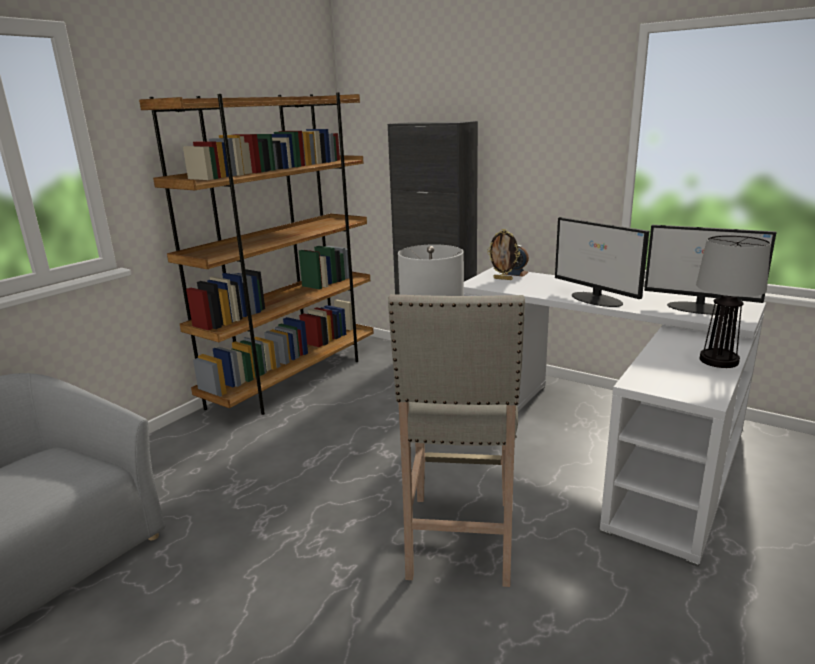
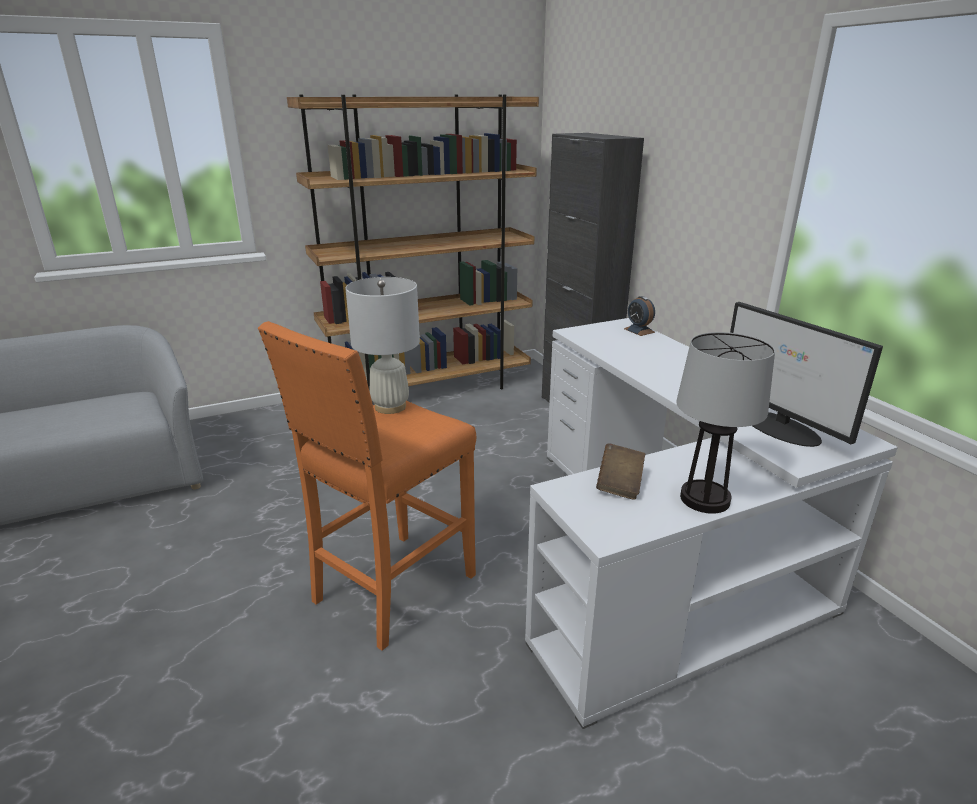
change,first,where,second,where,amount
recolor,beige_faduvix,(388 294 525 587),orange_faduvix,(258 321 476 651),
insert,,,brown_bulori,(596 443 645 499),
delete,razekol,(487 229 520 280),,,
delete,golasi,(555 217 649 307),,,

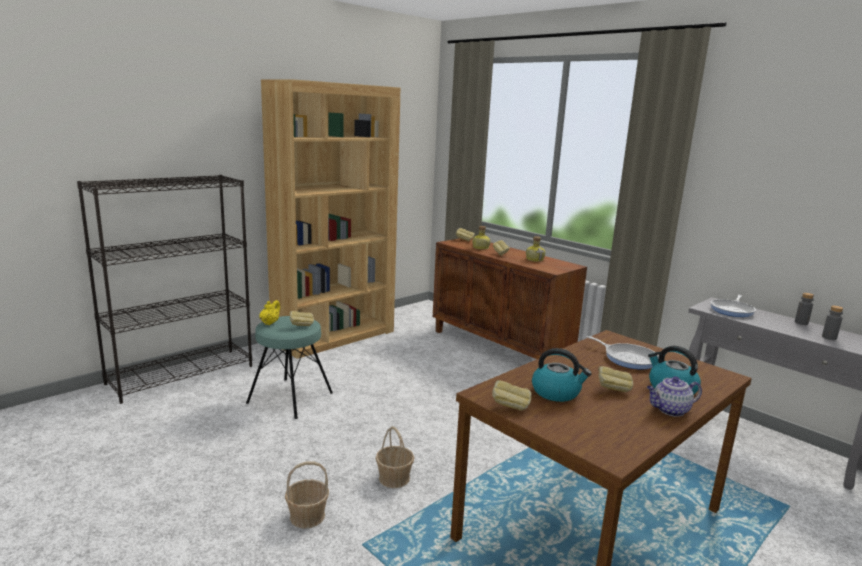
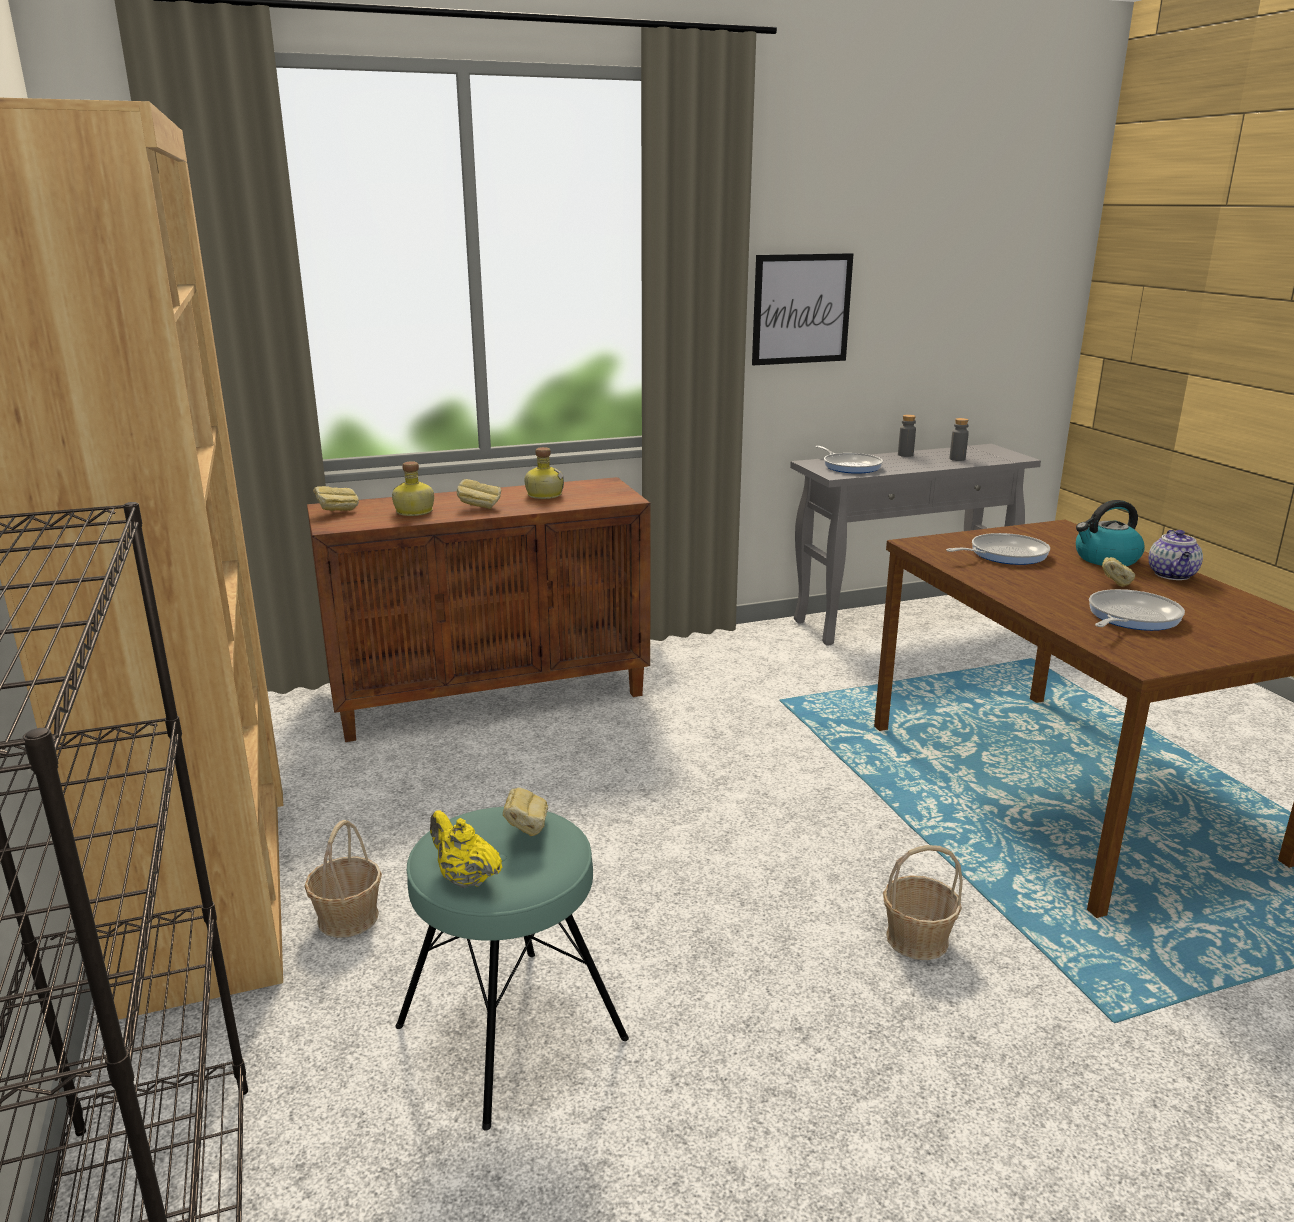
change,first,where,second,where,amount
move,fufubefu,(285 461 329 529),,(304 820 382 938),
insert,,,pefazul,(752 253 854 365),
replace,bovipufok,(532 348 592 402),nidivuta,(1089 589 1185 631),
delete,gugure,(492 380 531 411),,,

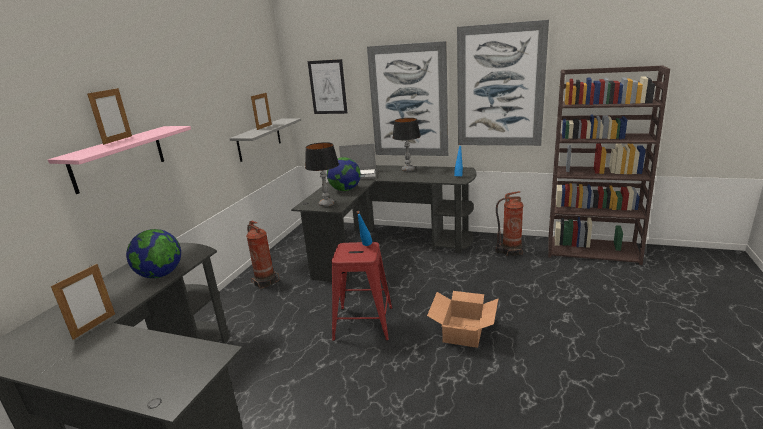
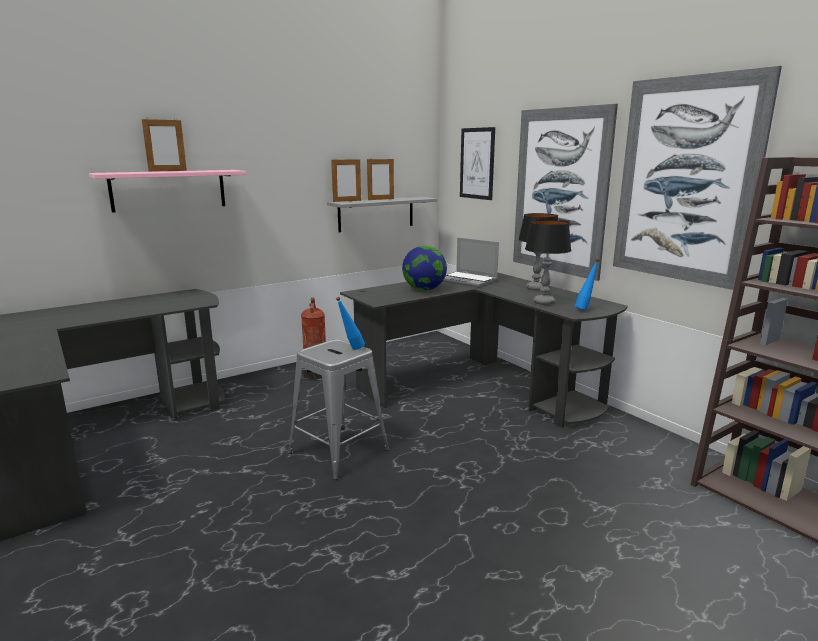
change,first,where,second,where,amount
recolor,red_faduvix,(332 242 392 341),grey_faduvix,(288 339 389 480),
move,razekol,(51 264 115 340),,(331 159 361 202),
move,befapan,(305 142 339 207),,(525 220 571 305),
delete,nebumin,(126 229 181 278),,,
delete,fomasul,(427 291 499 348),,,
delete,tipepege,(495 191 523 256),,,

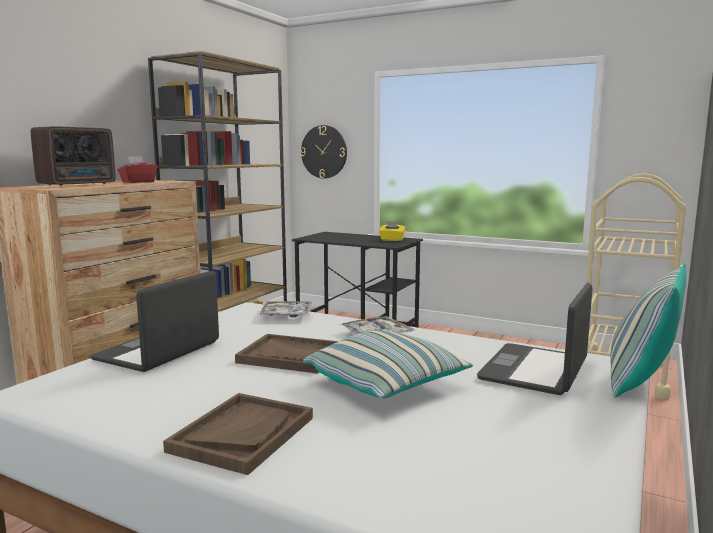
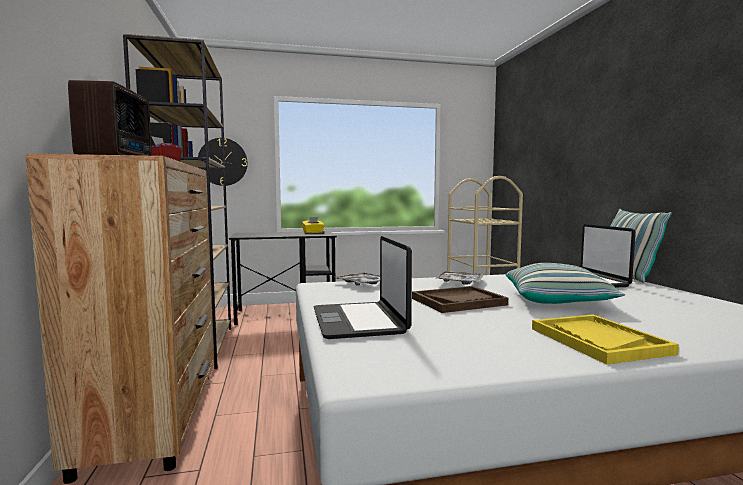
change,first,where,second,where,amount
recolor,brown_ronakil,(163 393 313 475),yellow_ronakil,(532 314 679 365),

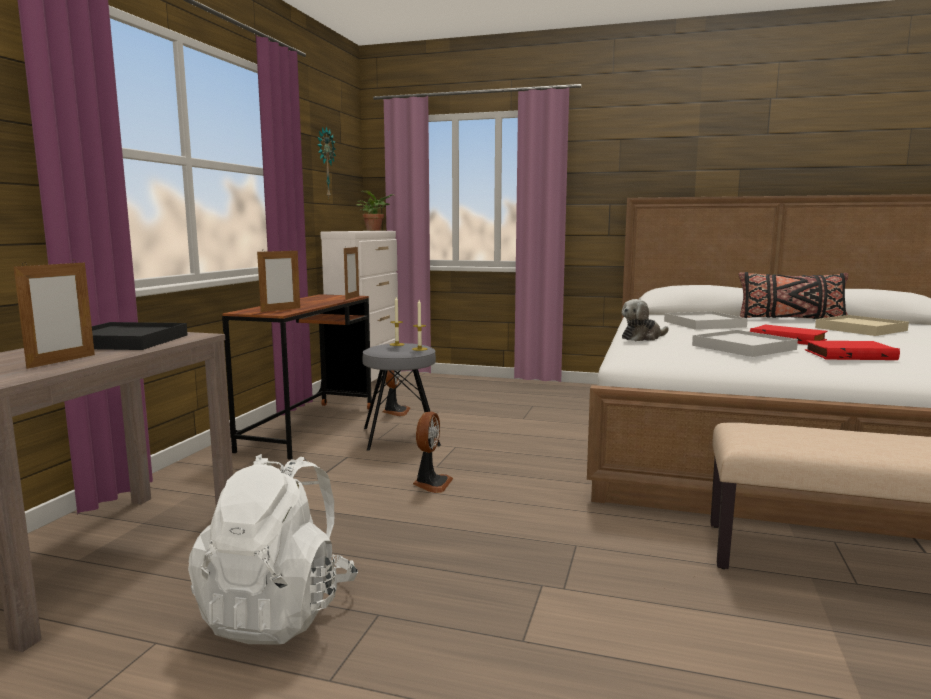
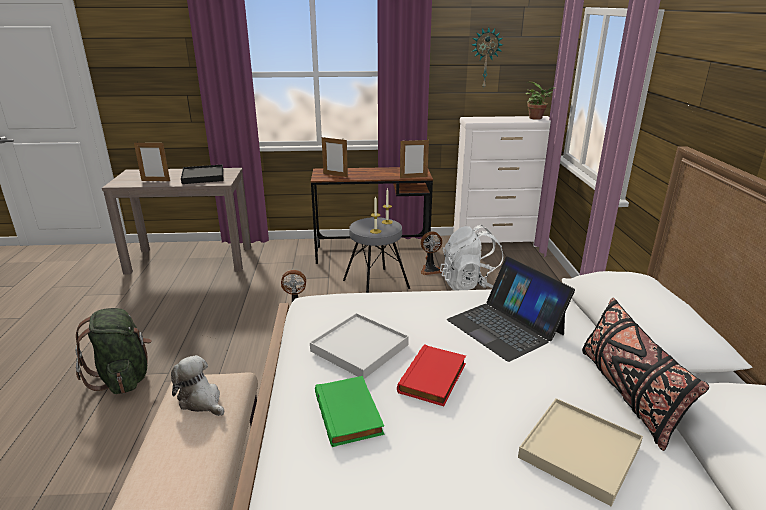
change,first,where,second,where,amount
insert,,,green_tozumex,(75 308 152 394),
move,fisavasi,(622 299 669 341),,(171 355 224 416),
recolor,red_bulori,(805 340 900 360),green_bulori,(315 376 384 447),
move,white_tozumex,(188 454 358 645),,(440 225 503 290),
replace,white_ronakil,(664 311 748 330),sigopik,(447 256 575 362),

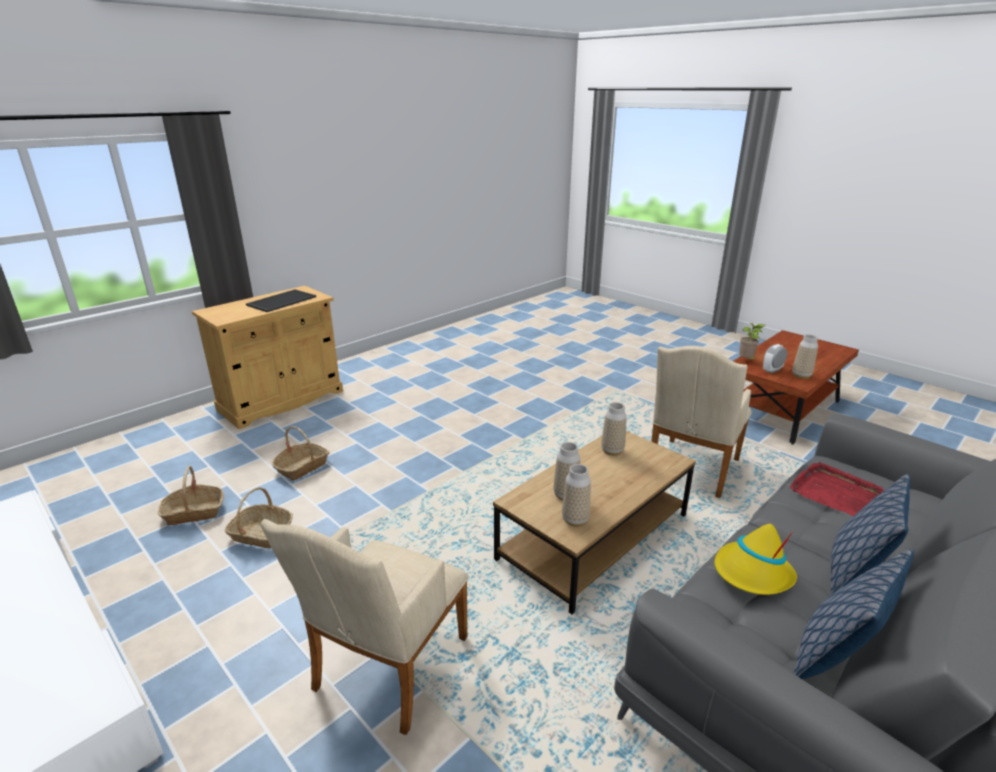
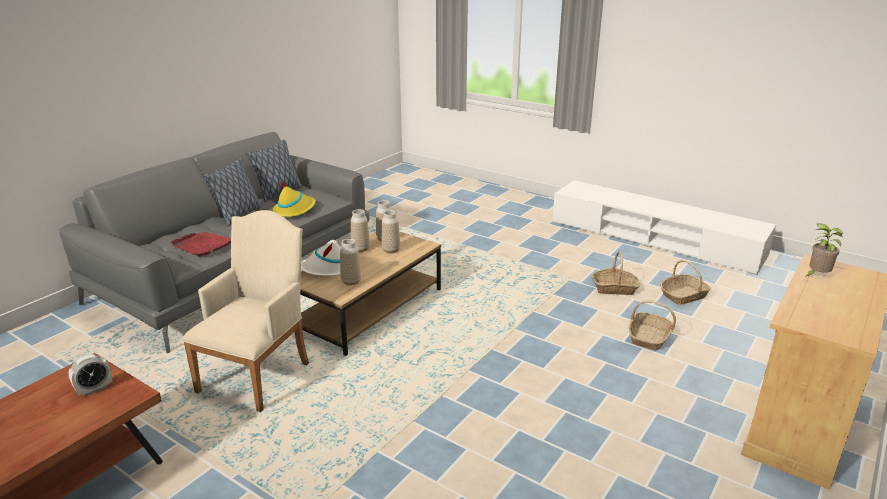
change,first,where,second,where,amount
insert,,,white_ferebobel,(301 240 341 276),
move,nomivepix,(792 334 818 379),,(351 209 370 252),
move,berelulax,(739 323 765 359),,(805 223 843 277),
delete,ronakil,(246 289 316 312),,,
delete,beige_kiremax,(260 519 469 735),,,

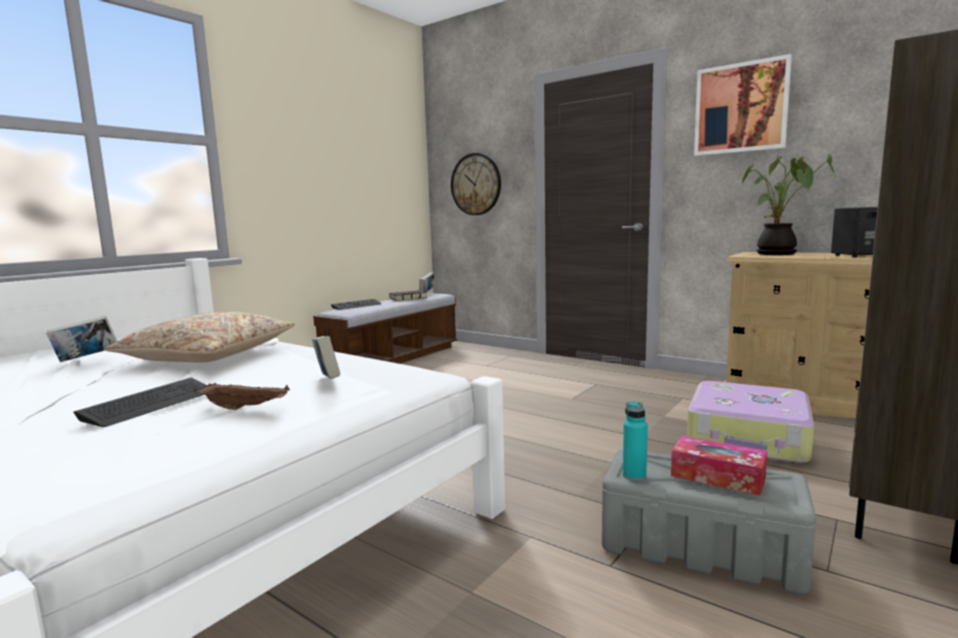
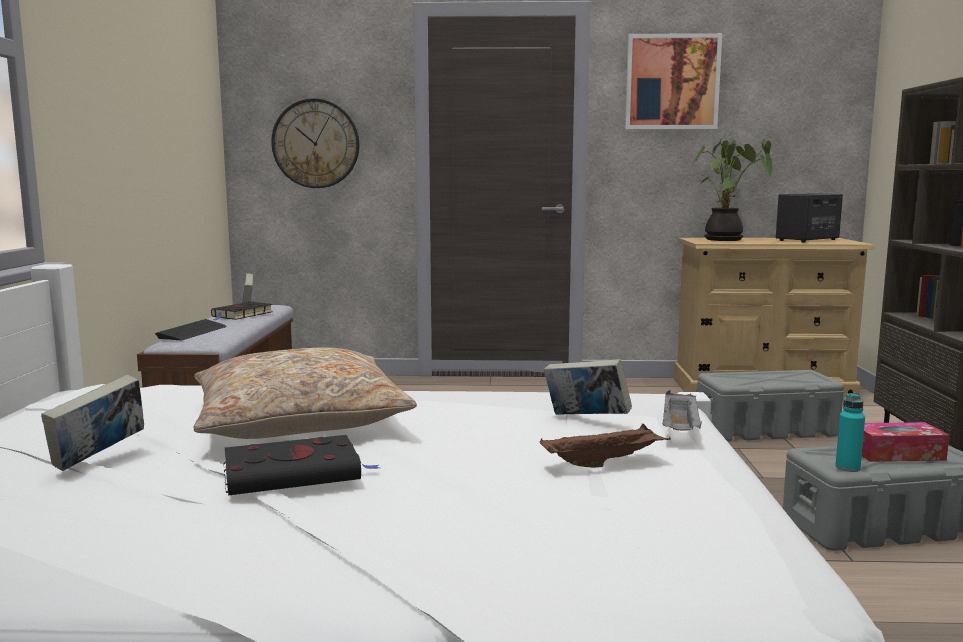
change,first,where,second,where,amount
insert,,,black_bulori,(223 435 379 495),
insert,,,grey_ronakil,(663 391 702 431),
replace,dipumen,(687 381 814 464),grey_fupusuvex,(697 370 844 441),
delete,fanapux,(73 378 207 427),,,

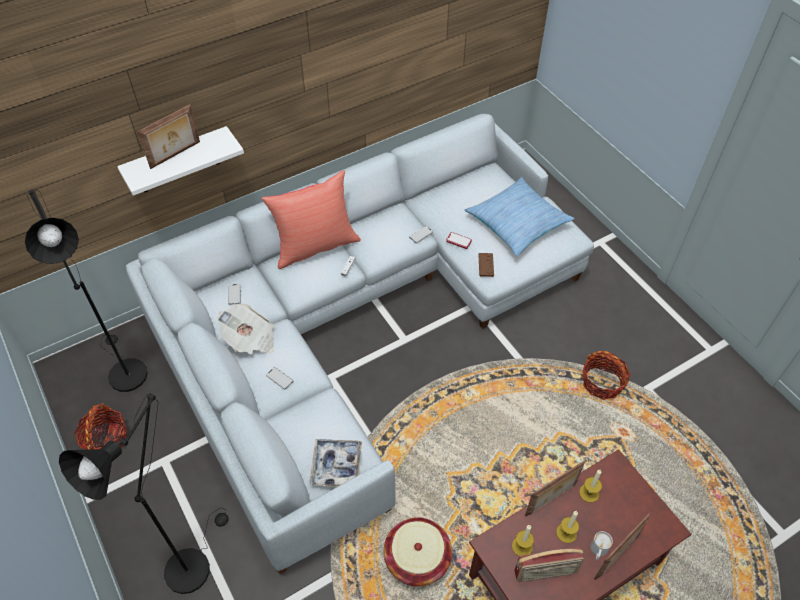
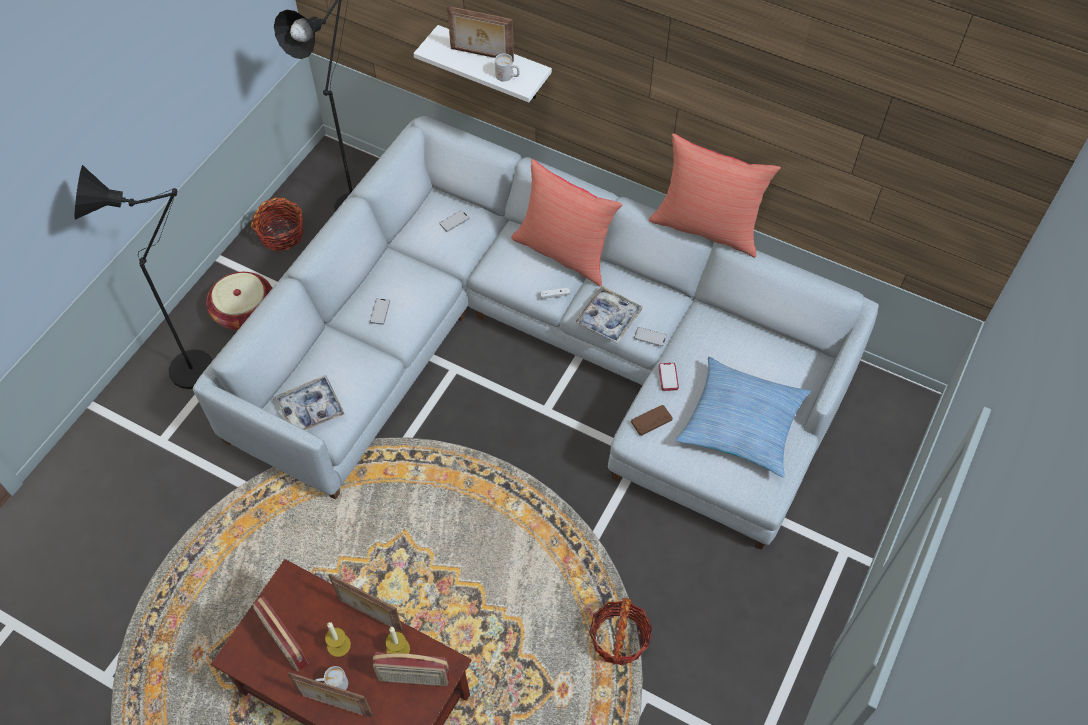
change,first,where,second,where,amount
move,fufubefu,(384 517 452 587),,(206 272 272 330),
insert,,,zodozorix,(373 652 450 686),
insert,,,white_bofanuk,(495 53 520 81),
insert,,,ronakil,(575 286 643 344),
insert,,,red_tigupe,(649 134 781 258),
delete,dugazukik,(217 304 274 355),,,
delete,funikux,(512 525 534 556),,,

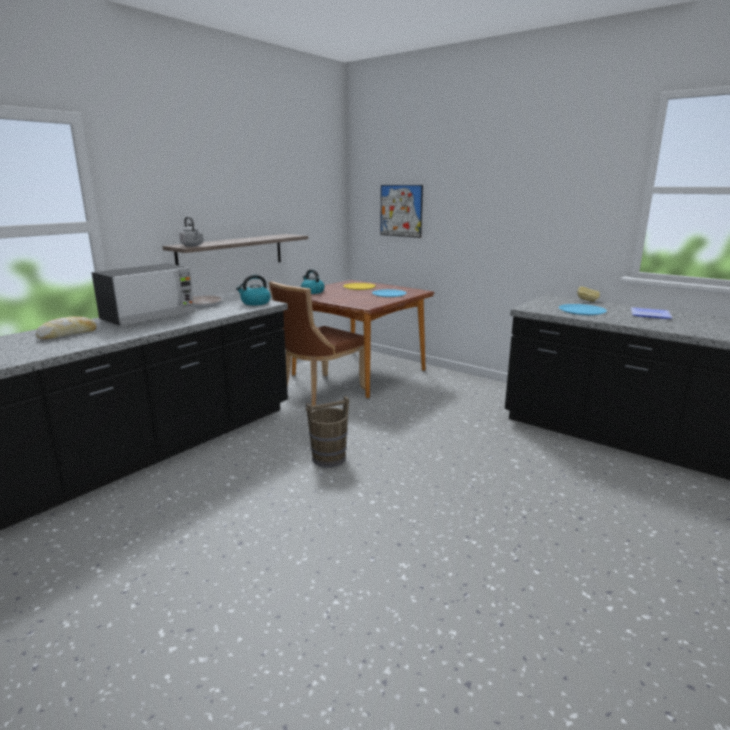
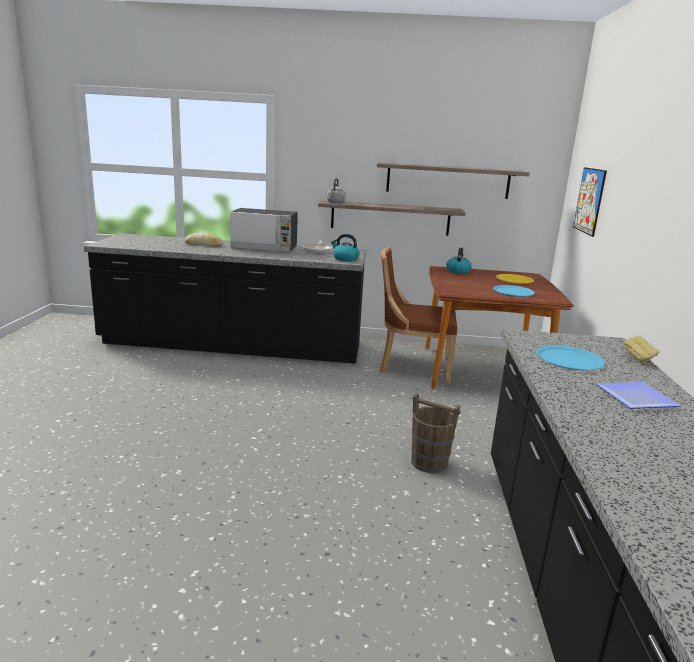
change,first,where,second,where,amount
insert,,,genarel,(377 162 530 199),
move,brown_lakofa,(306 396 349 467),,(411 394 460 473),

